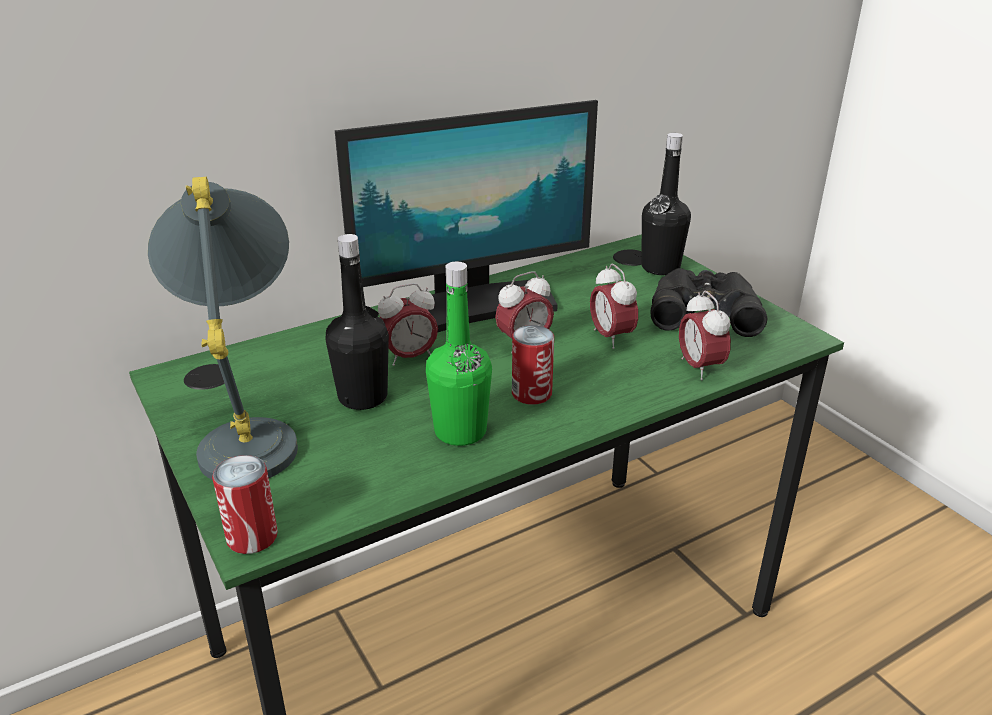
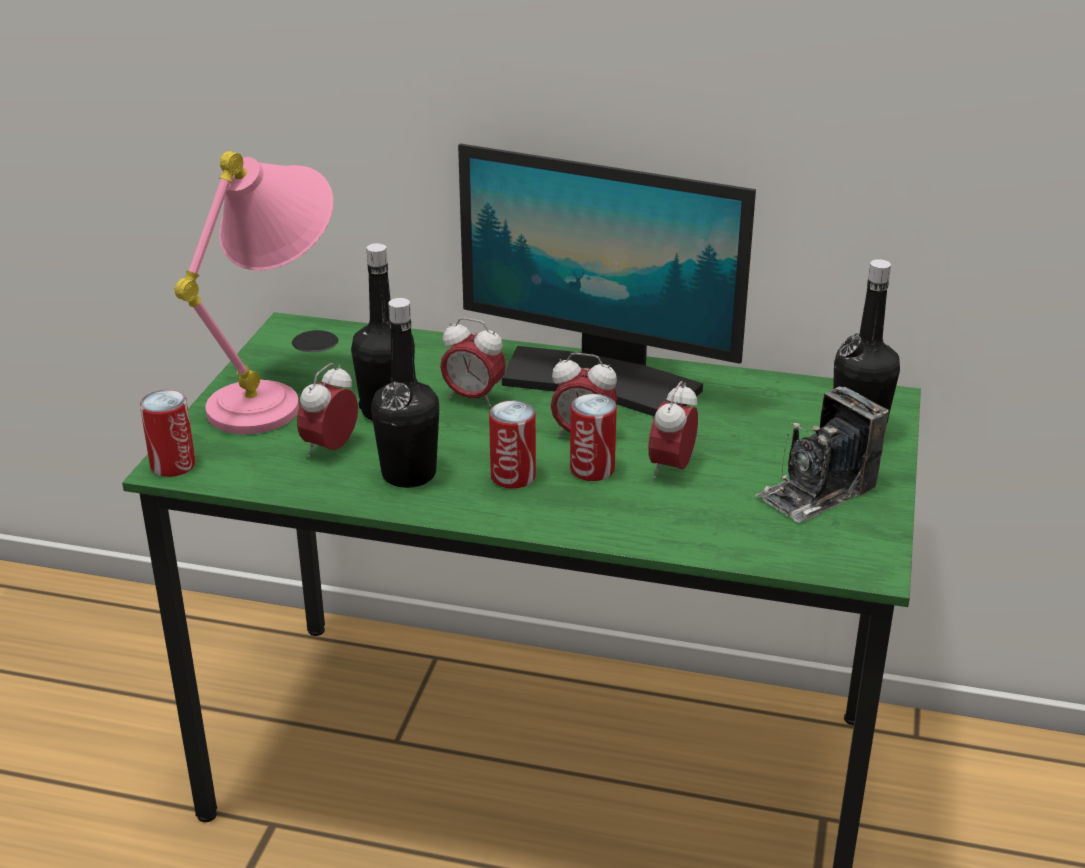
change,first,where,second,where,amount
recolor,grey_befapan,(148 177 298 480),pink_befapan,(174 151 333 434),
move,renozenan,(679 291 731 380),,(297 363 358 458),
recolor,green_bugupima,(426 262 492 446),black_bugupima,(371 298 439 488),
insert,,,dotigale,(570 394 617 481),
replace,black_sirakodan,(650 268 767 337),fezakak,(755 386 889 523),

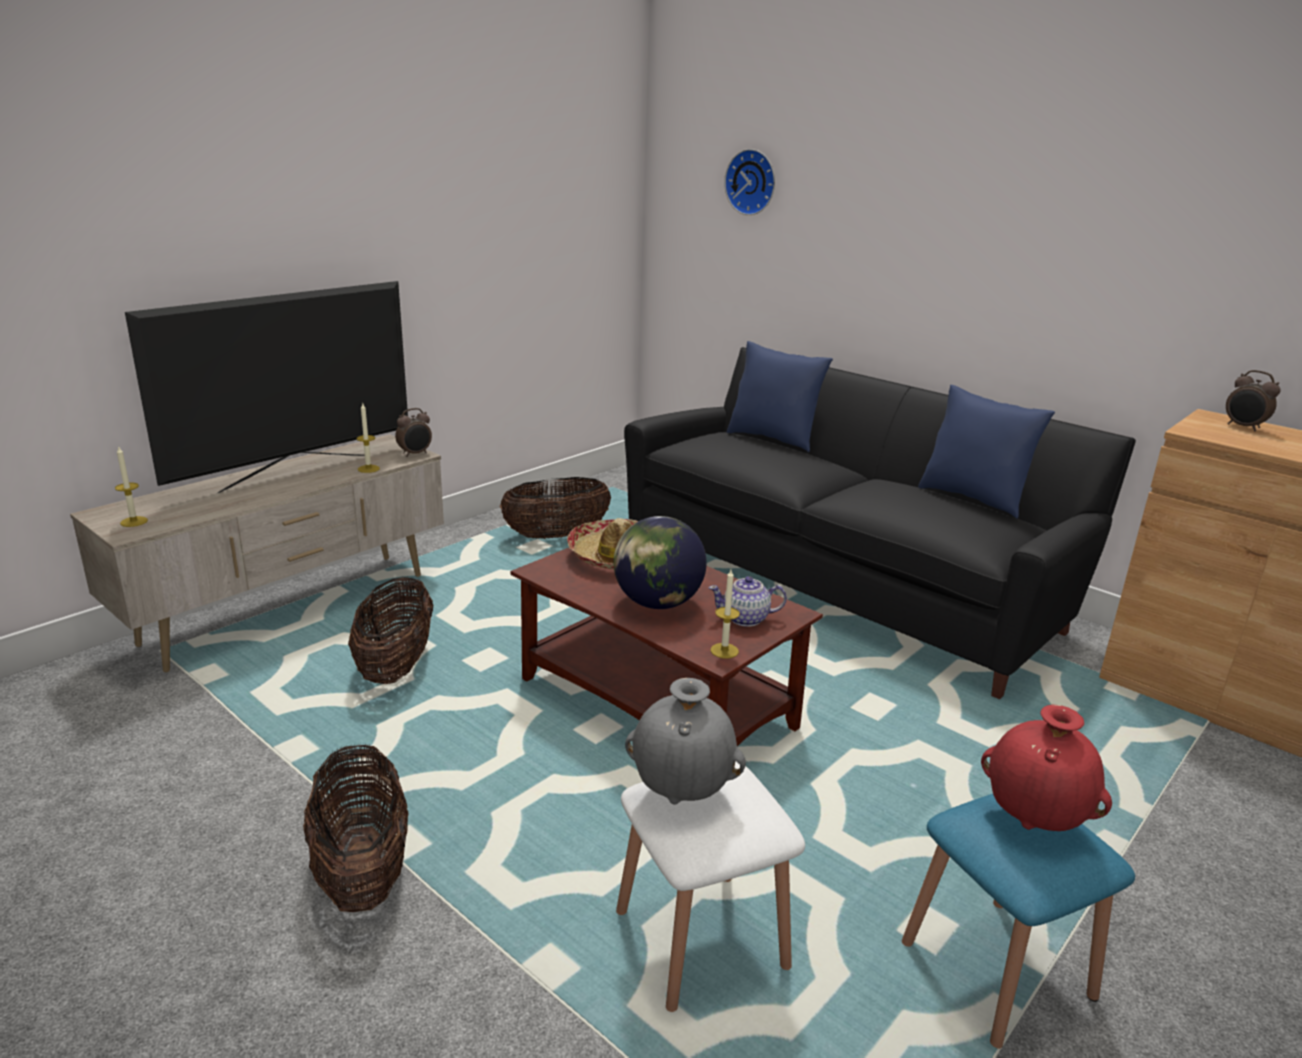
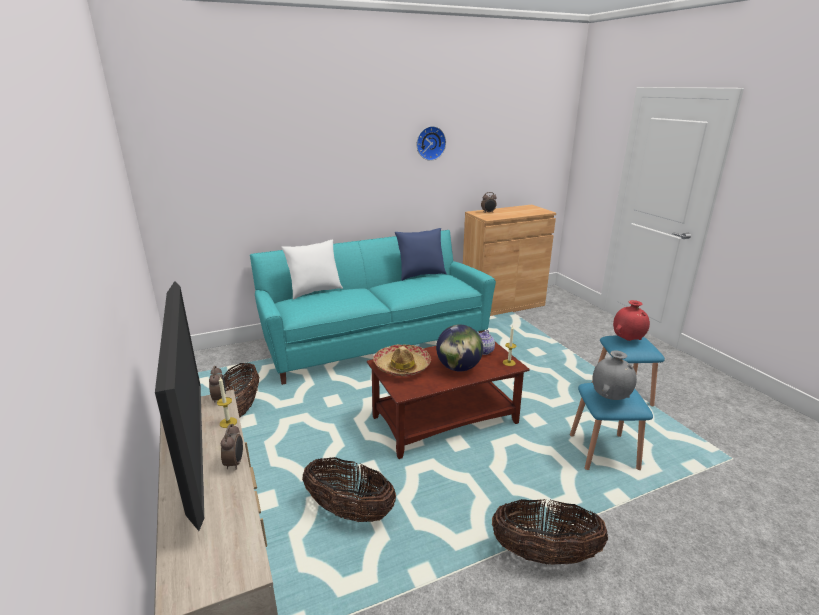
change,first,where,second,where,amount
insert,,,renozenan,(221 424 243 470),
recolor,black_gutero,(624 347 1136 699),turquoise_gutero,(250 230 496 385),
recolor,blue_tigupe,(727 341 833 452),white_tigupe,(281 240 343 299),
move,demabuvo,(724 149 775 215),,(417 126 446 161),
recolor,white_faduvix,(616 761 805 1012),blue_faduvix,(570 383 653 470),
delete,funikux,(115 446 148 527),,,

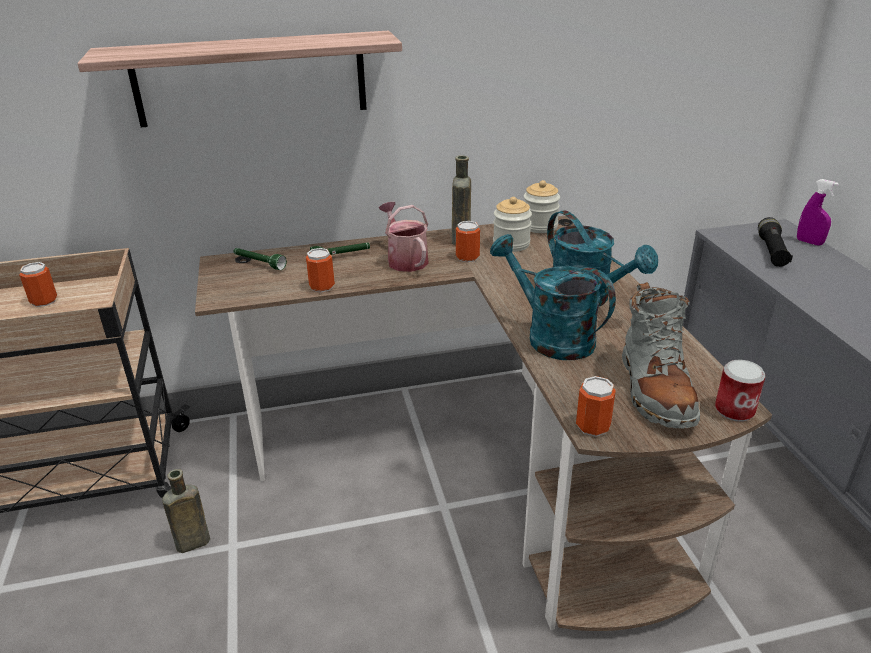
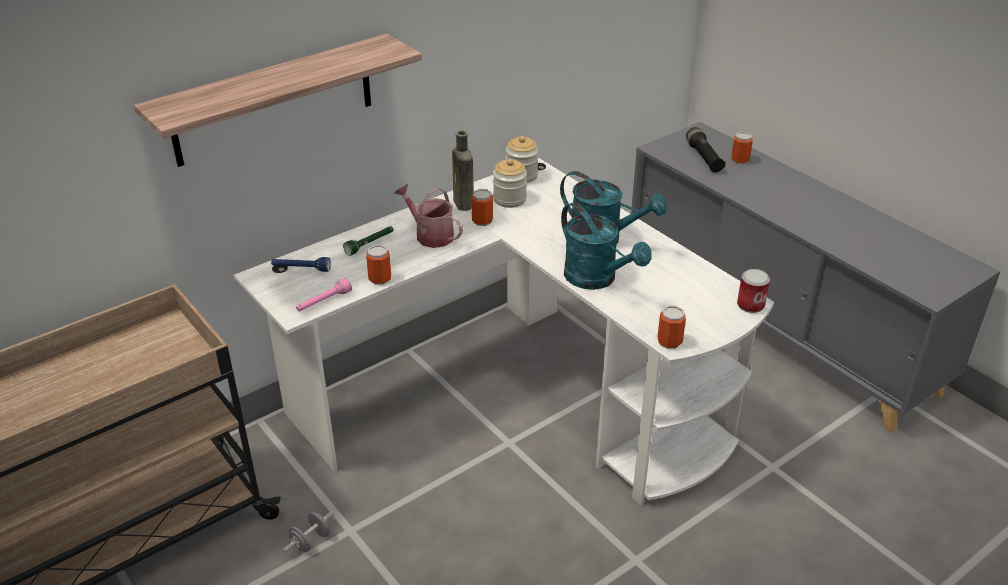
change,first,where,second,where,amount
recolor,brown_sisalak,(195 216 772 631),white_sisalak,(234 158 774 505),
recolor,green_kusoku,(234 248 287 270),blue_kusoku,(271 257 331 272),
replace,brown_bugupima,(162 469 210 553),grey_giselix,(283 511 334 553),
insert,,,pink_kusoku,(296 278 352 311),
rotate,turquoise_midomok,(490 234 616 360),,(561 202 652 290),150 degrees counterclockwise
move,dotigale,(19 262 57 307),,(731 132 753 164),
delete,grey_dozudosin,(622 282 700 428),,,
delete,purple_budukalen,(797 179 839 246),,,

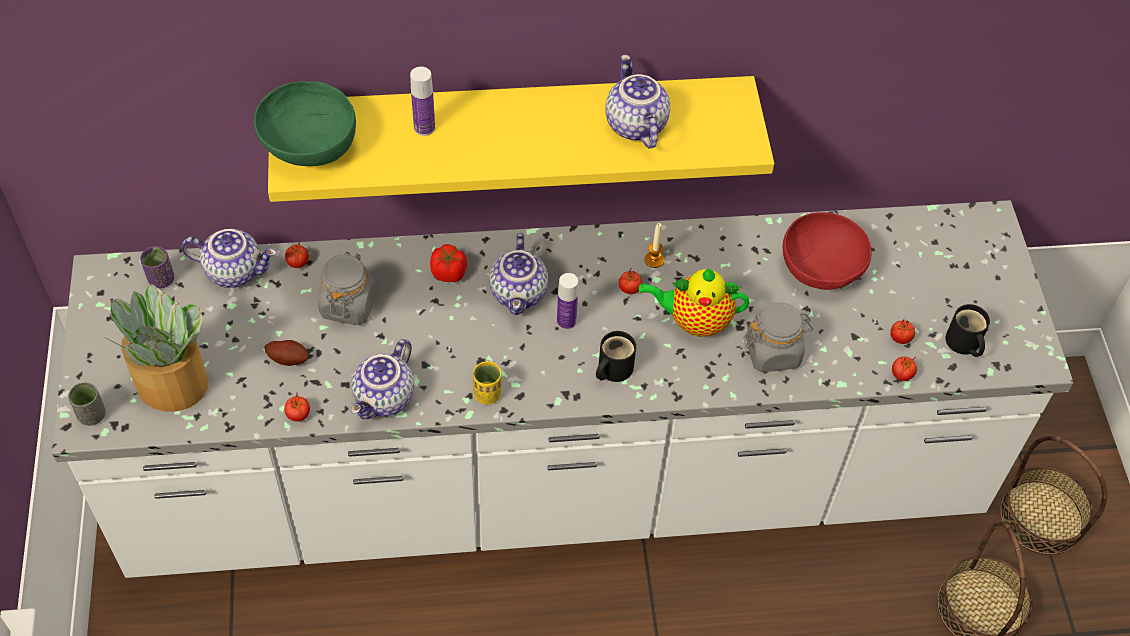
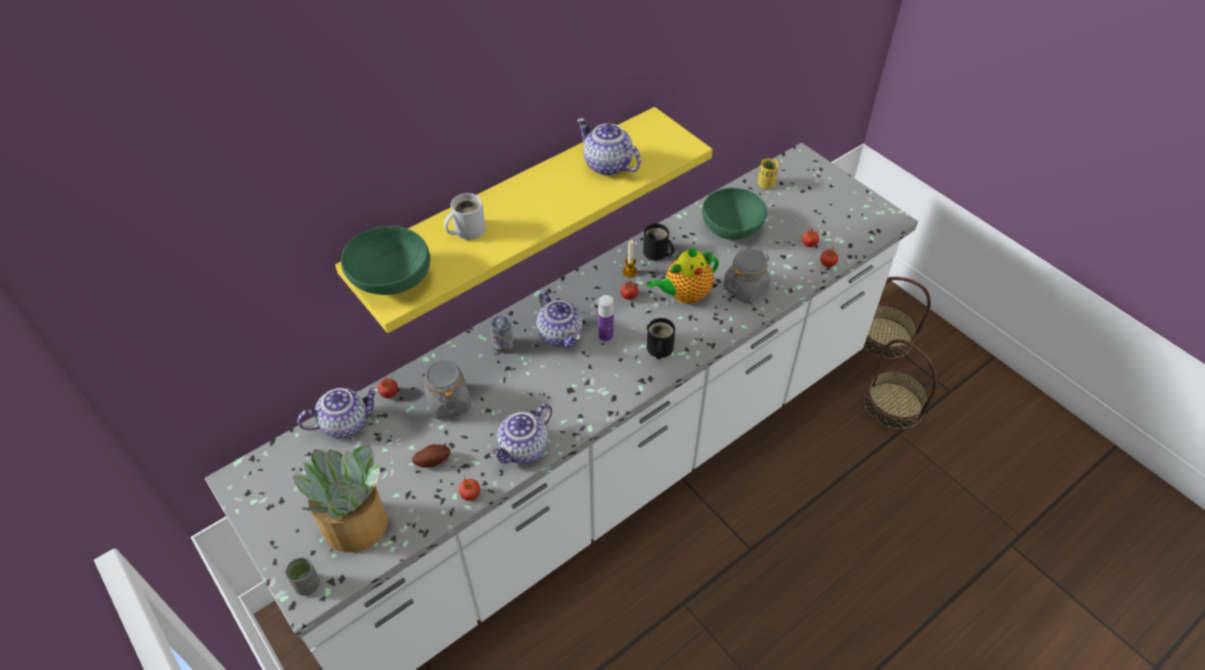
change,first,where,second,where,amount
replace,bugupima,(410 67 435 136),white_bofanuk,(444 193 486 240),
replace,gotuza,(430 244 467 282),dotigale,(490 315 514 353),
rotate,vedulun,(351 339 414 419),,(490 403 552 464),45 degrees clockwise
move,black_bofanuk,(945 304 990 357),,(643 223 674 261),
recolor,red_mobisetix,(782 212 872 290),green_mobisetix,(702 188 767 240),
move,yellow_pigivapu,(473 361 501 405),,(758 158 779 189),
delete,purple_pigivapu,(140 246 174 289),,,

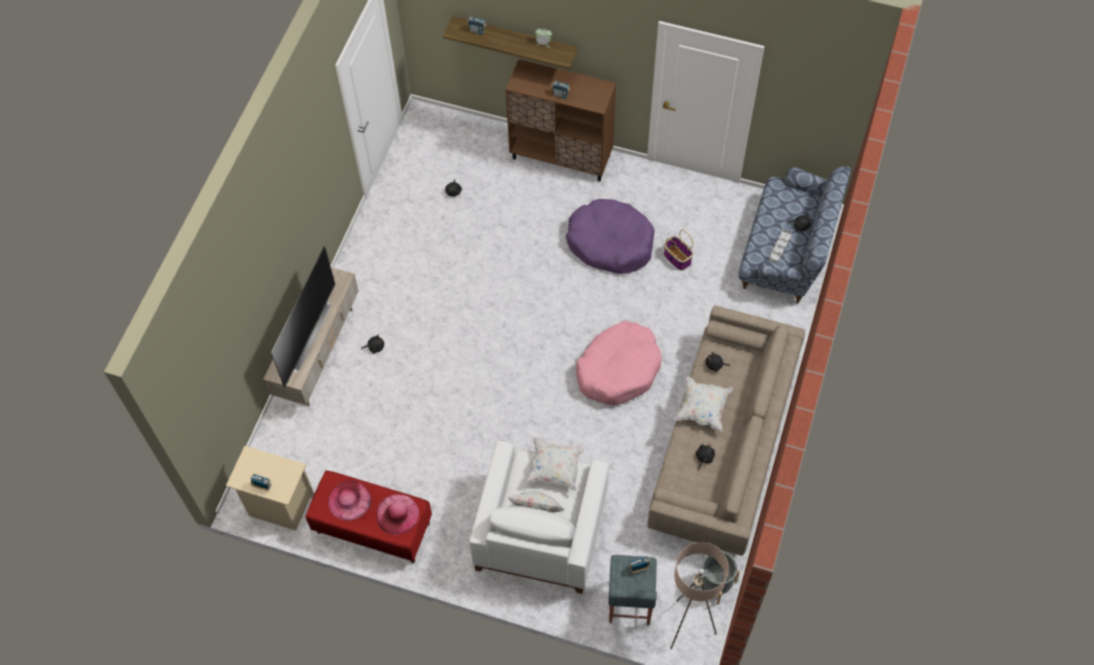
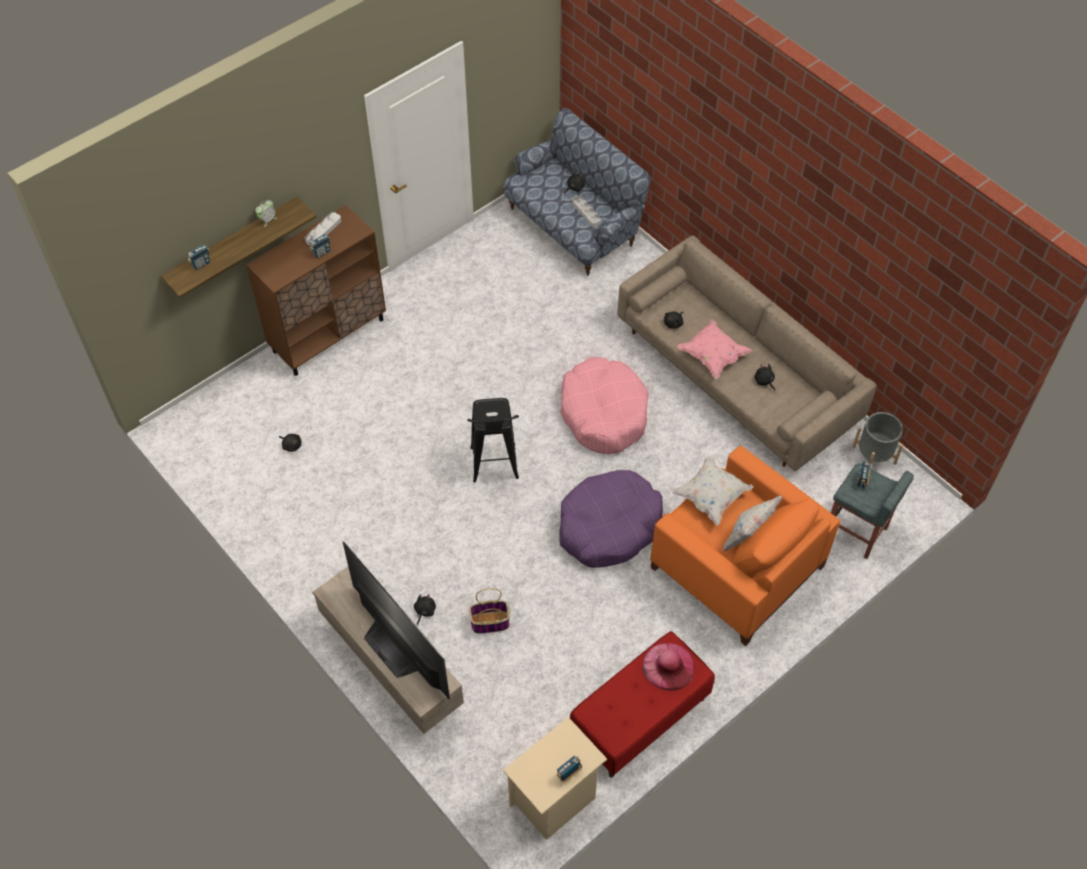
change,first,where,second,where,amount
insert,,,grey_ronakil,(305 212 341 246),
insert,,,black_faduvix,(467 398 519 483),
move,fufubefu,(664 230 693 271),,(469 588 510 634),
move,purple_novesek,(566 199 655 274),,(559 470 663 568),
recolor,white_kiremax,(469 440 609 594),orange_kiremax,(650 446 840 646),
recolor,white_tigupe,(674 377 733 432),pink_tigupe,(677 319 752 379),
delete,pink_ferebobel,(328 481 371 521),,,
delete,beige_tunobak,(670 542 729 649),,,

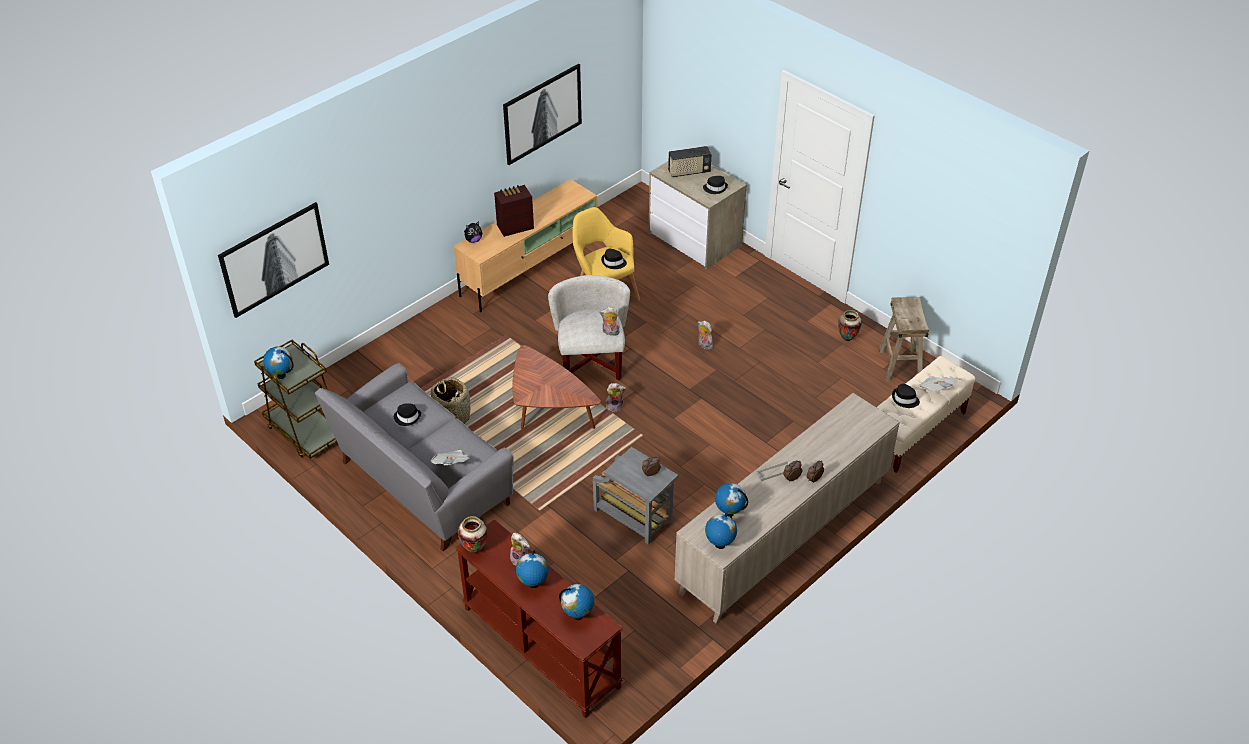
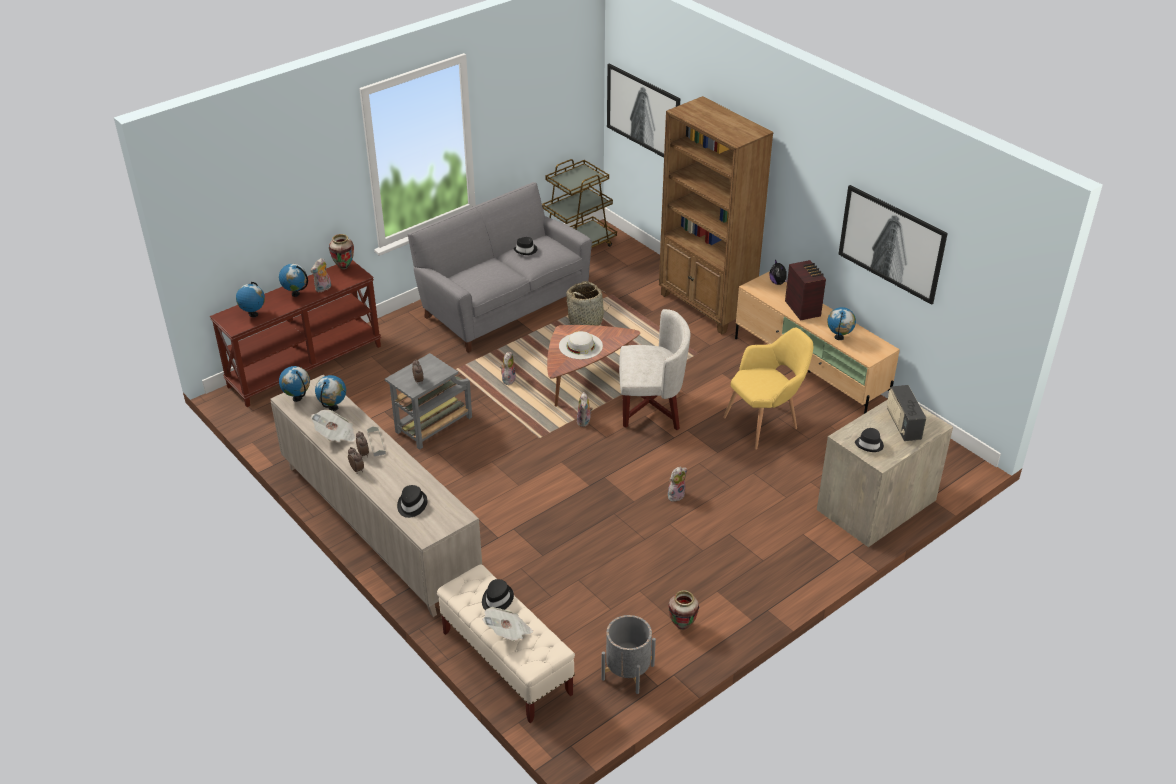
change,first,where,second,where,amount
move,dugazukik,(431 450 470 465),,(311 410 356 442),
move,black_ferebobel,(601 249 627 269),,(397 485 427 518),
move,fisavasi,(599 307 620 336),,(500 352 516 385),
insert,,,white_ferebobel,(559 331 603 359),
replace,beige_faduvix,(879 297 929 382),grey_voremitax,(601 615 656 694),
insert,,,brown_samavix,(659 96 773 334),
move,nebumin,(263 347 294 379),,(827 307 856 340),

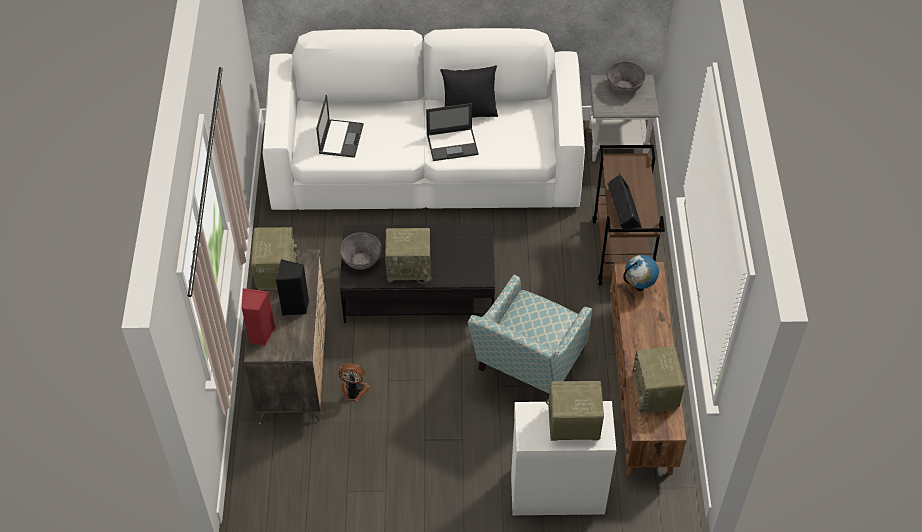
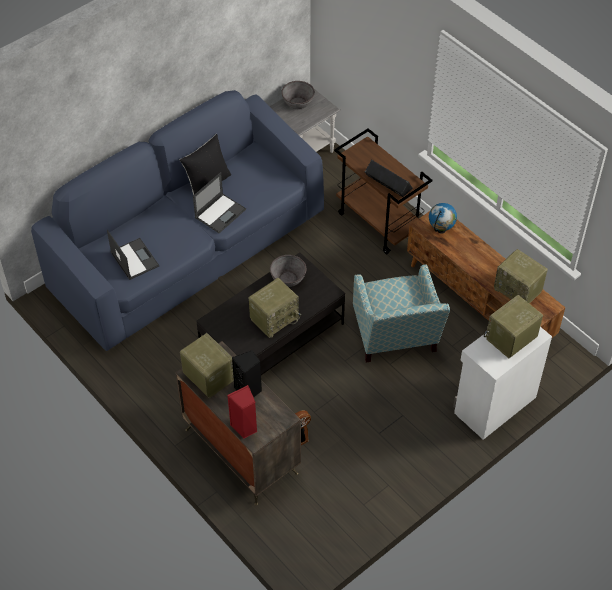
change,first,where,second,where,amount
recolor,white_gutero,(262 28 585 210),blue_gutero,(31 90 324 351),
move,grey_mobisetix,(339 232 382 270),,(270 255 306 287),

